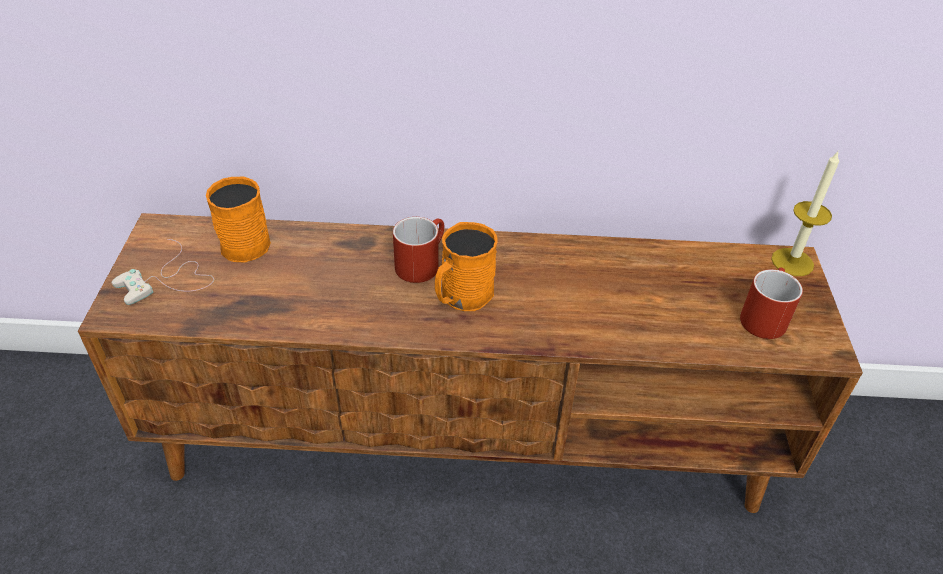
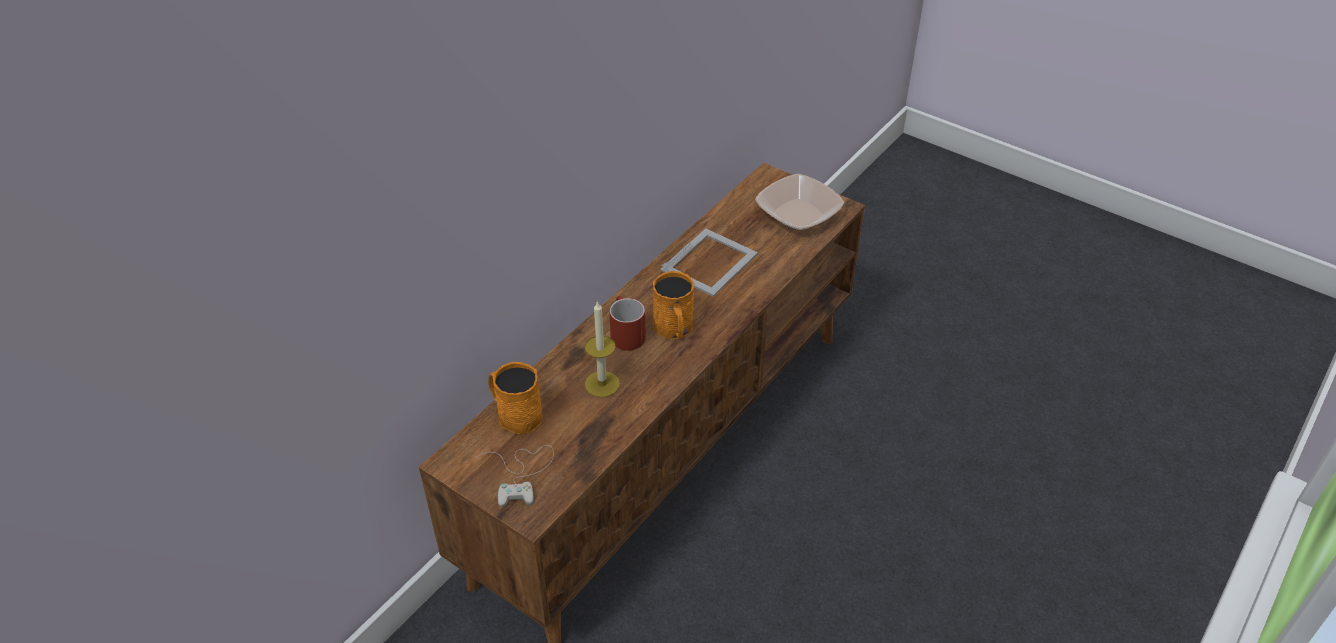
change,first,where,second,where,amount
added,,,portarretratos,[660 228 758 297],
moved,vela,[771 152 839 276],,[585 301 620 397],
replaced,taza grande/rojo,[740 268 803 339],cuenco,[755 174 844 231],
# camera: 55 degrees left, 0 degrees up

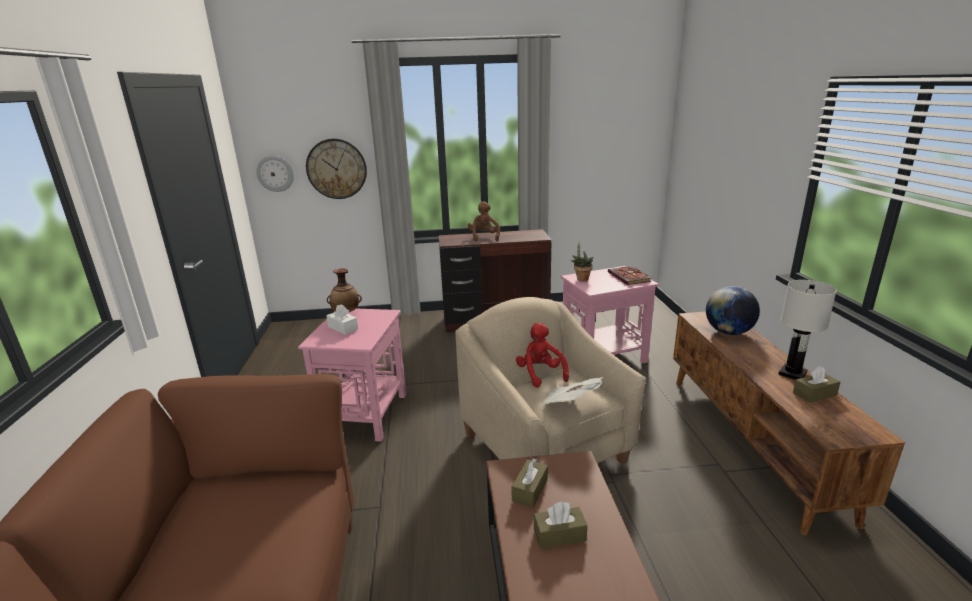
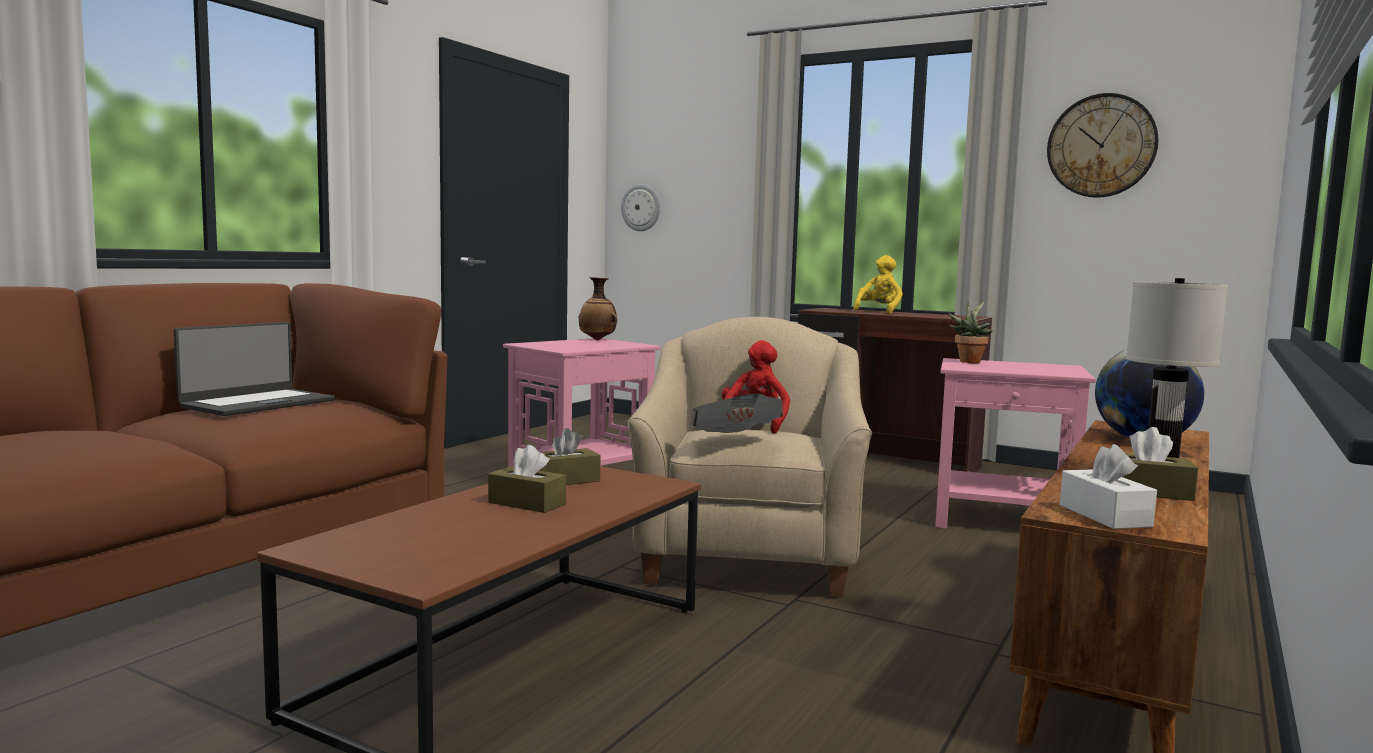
change,first,where,second,where,amount
removed,libro,[608 266 652 285],,,
added,,,portátil,[174 322 335 416],
moved,reloj de pared,[306 139 367 199],,[1047 93 1159 198],
moved,caja de pañuelos/blanco,[326 304 358 335],,[1060 444 1157 529],
recoloured,peluche/marrón,[468 201 500 241],peluche/amarillo,[853 255 903 314],
# camera: 35 degrees right, 15 degrees down

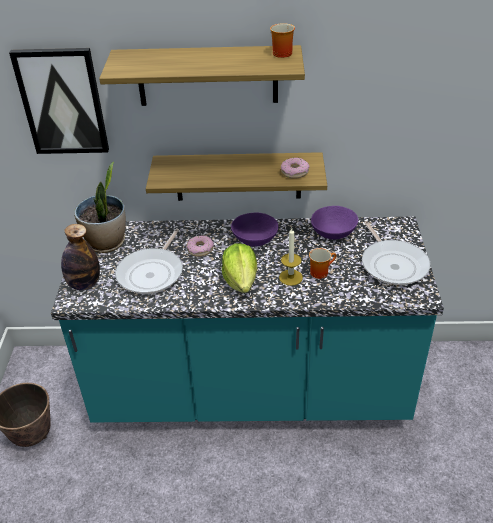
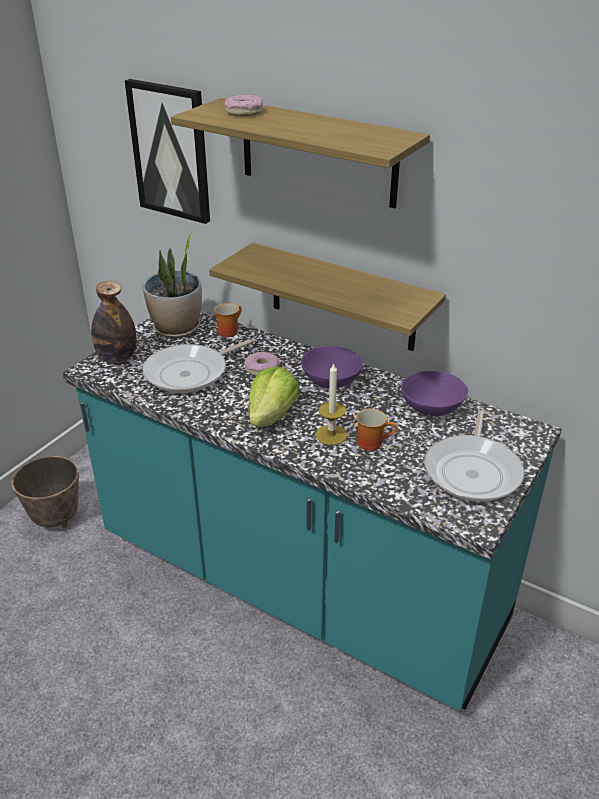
change,first,where,second,where,amount
moved,taza grande,[270 23 295 58],,[214 303 242 337],
moved,rosquilla,[281 158 310 179],,[225 95 263 116],
# camera: 30 degrees right, 5 degrees down

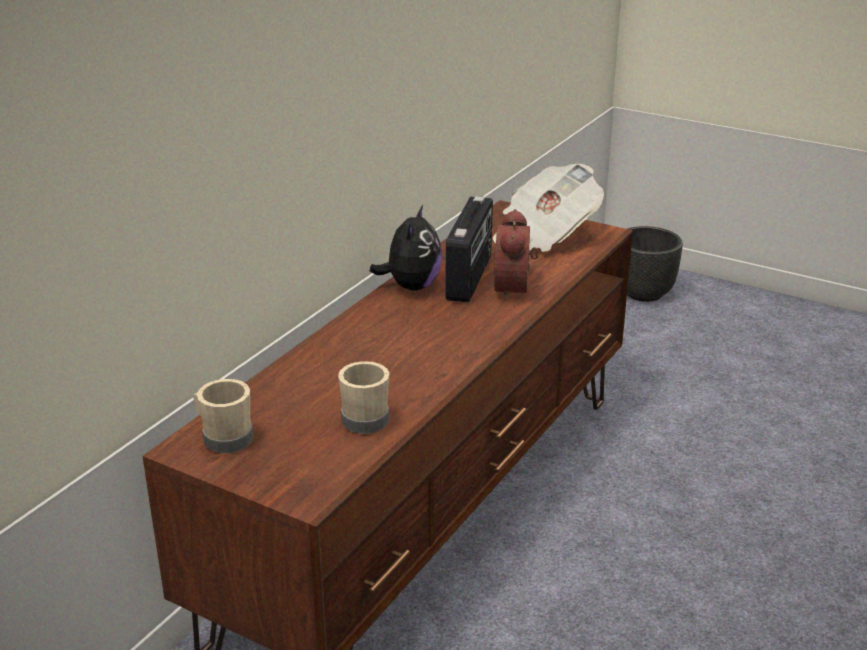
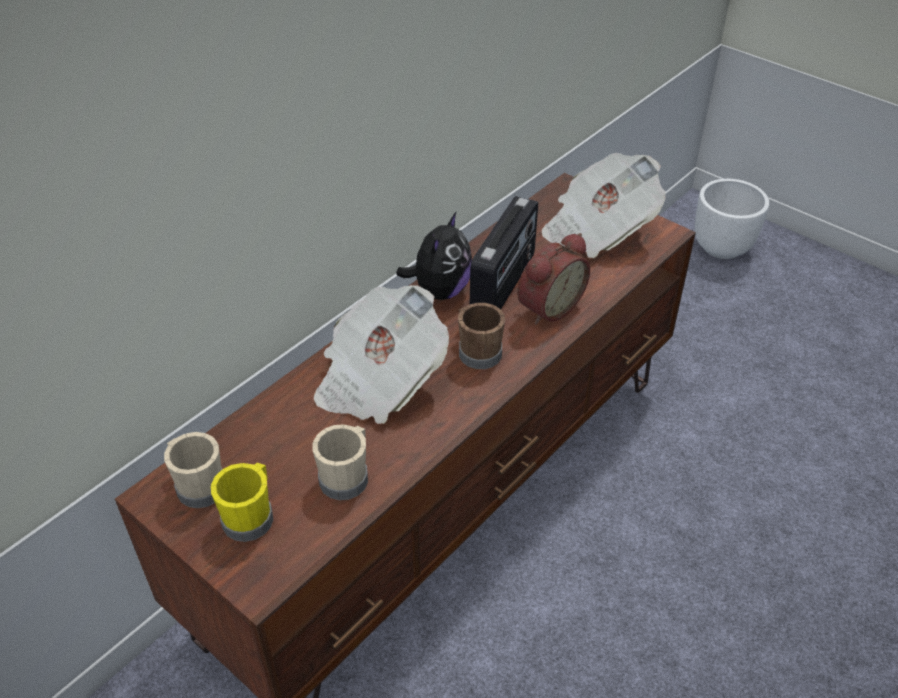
change,first,where,second,where,amount
added,,,taza grande/amarillo,[211 463 273 542],
added,,,periódico,[313 285 449 424],
added,,,taza grande/marrón,[458 303 505 369],
recoloured,maceta/negro,[627 226 683 302],maceta/blanco,[695 179 769 259],
turned,despertador,[494 209 539 301],,[517 233 590 325],150 degrees counterclockwise
# camera: 10 degrees right, 15 degrees up

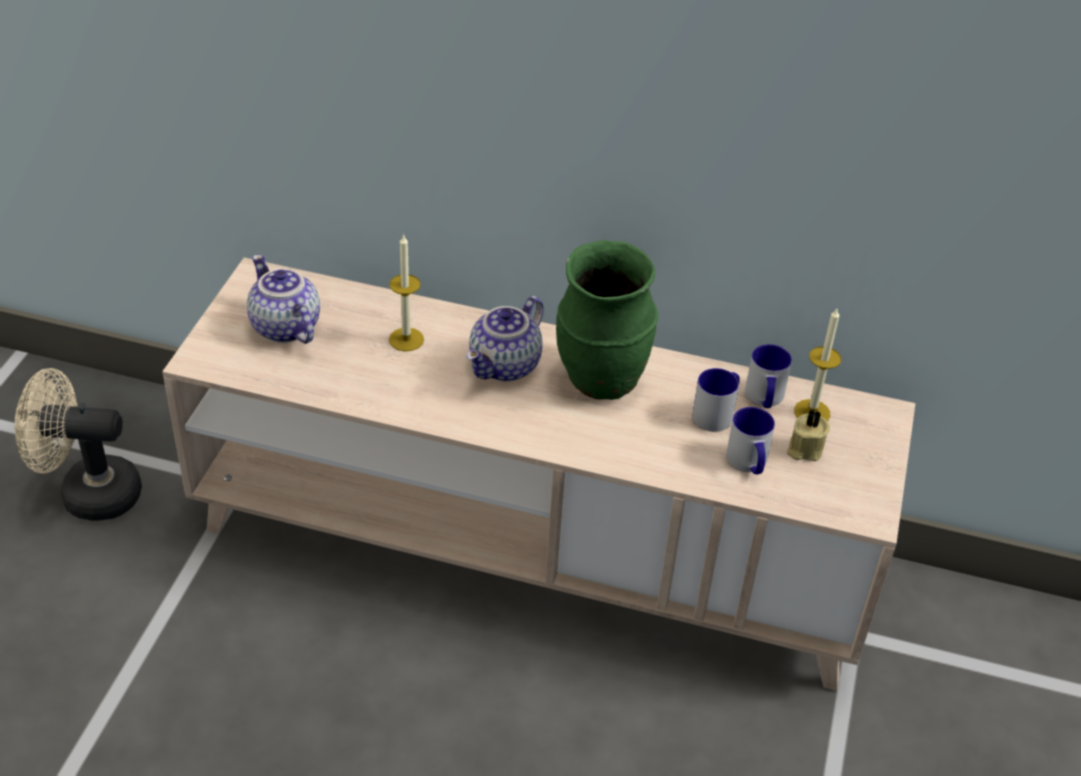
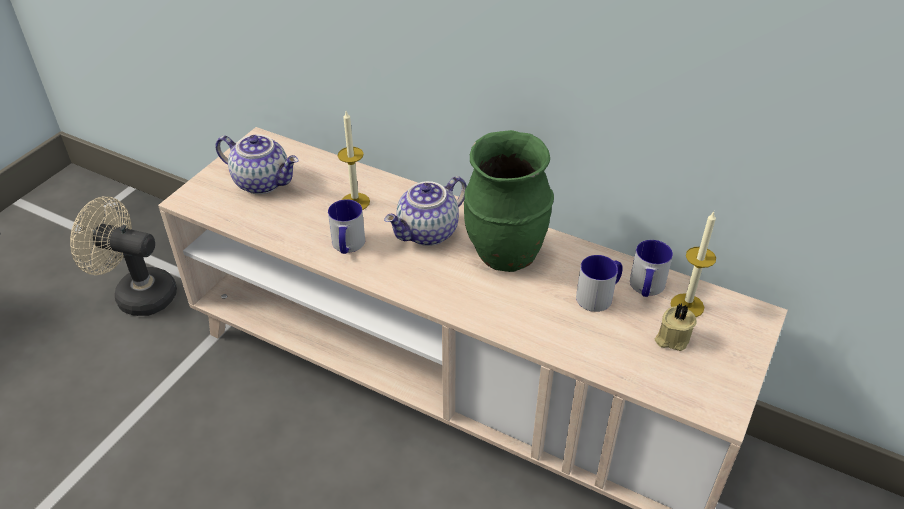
change,first,where,second,where,amount
moved,taza grande,[726 407 775 474],,[328 199 365 254],
turned,tetera,[247 254 320 344],,[215 134 299 194],135 degrees clockwise
# camera: 15 degrees right, 0 degrees up

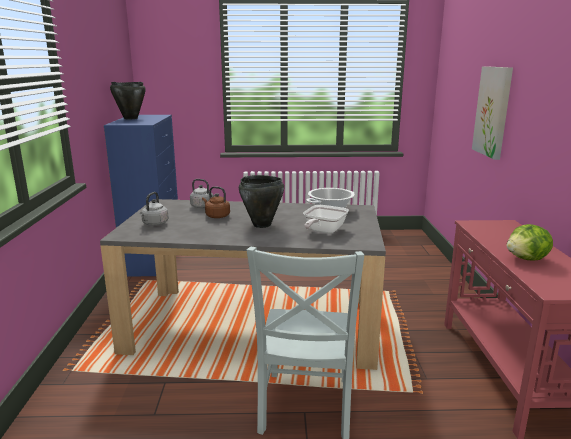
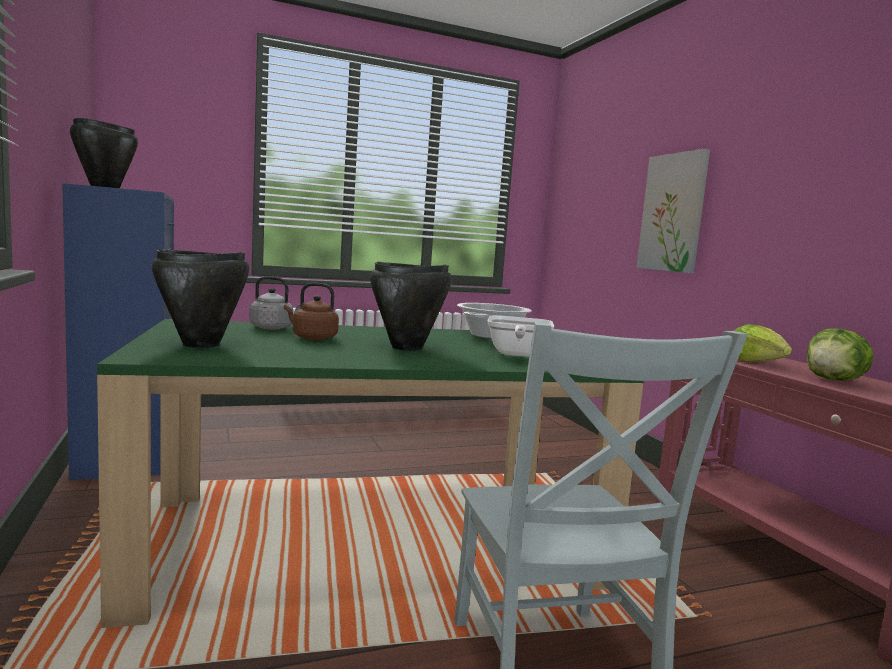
change,first,where,second,where,amount
added,,,lechuga,[734 324 792 362],
replaced,hervidor/gris,[140 192 169 226],olla/negro,[152 249 250 348],
recoloured,mesa de comedor/gris,[100 199 386 370],mesa de comedor/verde,[97 319 644 628],
# camera: 20 degrees left, 10 degrees down

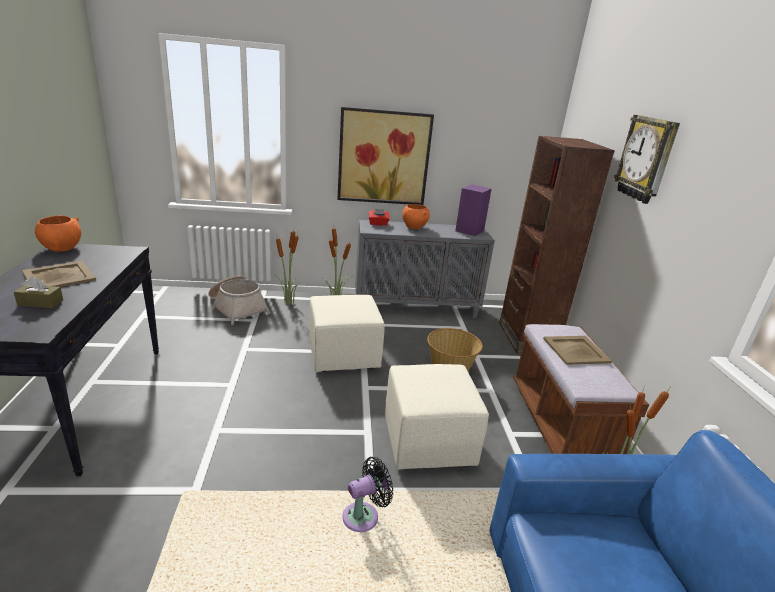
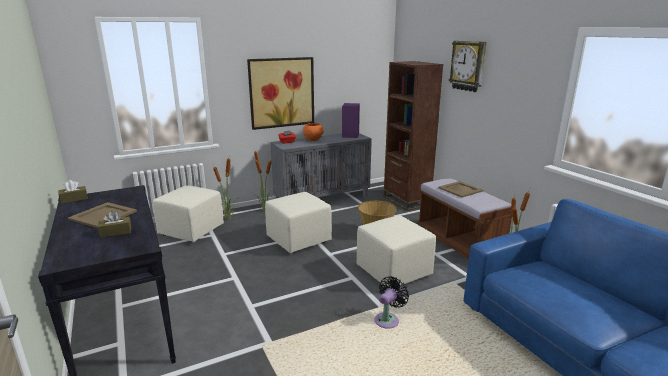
change,first,where,second,where,amount
replaced,cuenco/naranja,[35 215 81 252],caja de pañuelos/marrón,[58 180 88 204],
replaced,cesta,[208 276 270 325],puf/beis,[153 185 224 242],
# camera: 20 degrees left, 5 degrees down

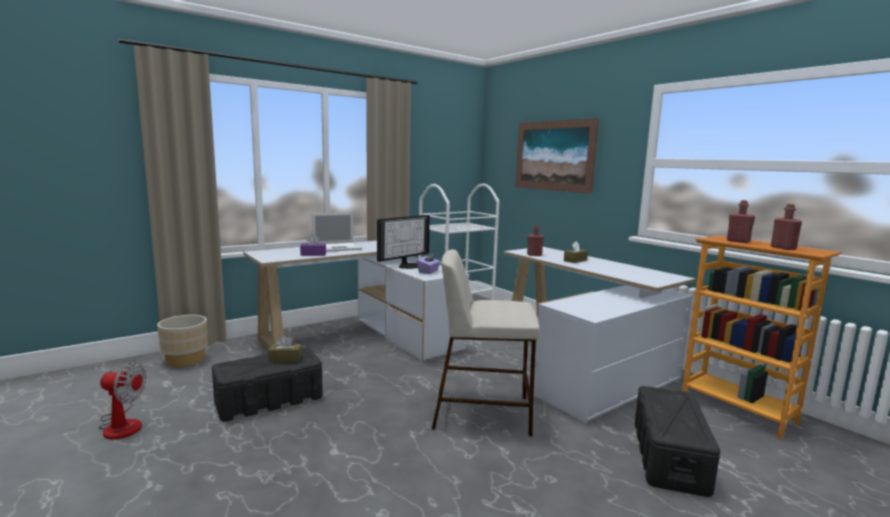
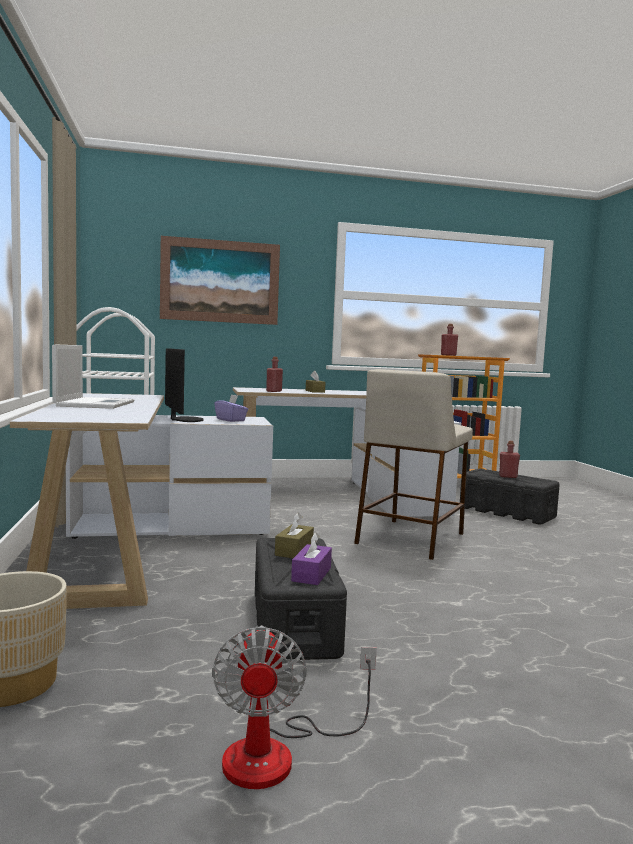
change,first,where,second,where,amount
moved,caja de pañuelos/morado,[300 235 326 256],,[291 532 332 585],
moved,botella/rojo,[771 204 802 250],,[499 441 520 478],
turned,ventilador,[98 361 146 439],,[212 625 377 789],150 degrees clockwise
# camera: 65 degrees left, 5 degrees down

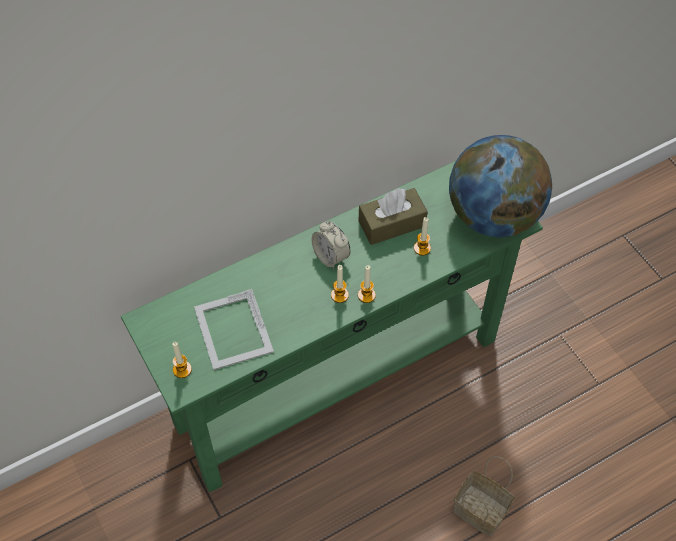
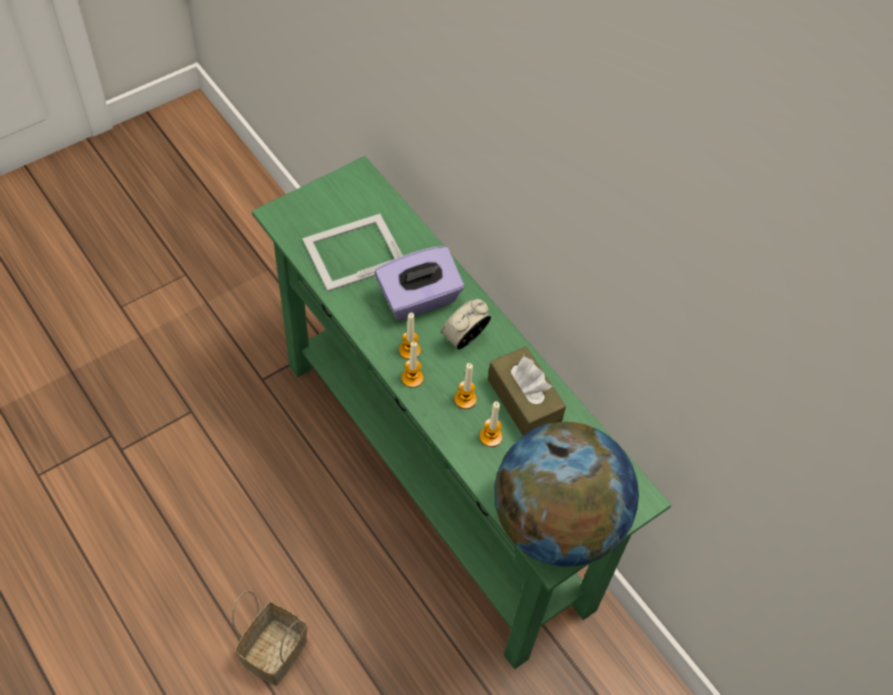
change,first,where,second,where,amount
added,,,caja de pañuelos/morado,[375 246 464 321],
moved,vela,[172 342 192 378],,[454 363 477 409],
# camera: 80 degrees right, 0 degrees up

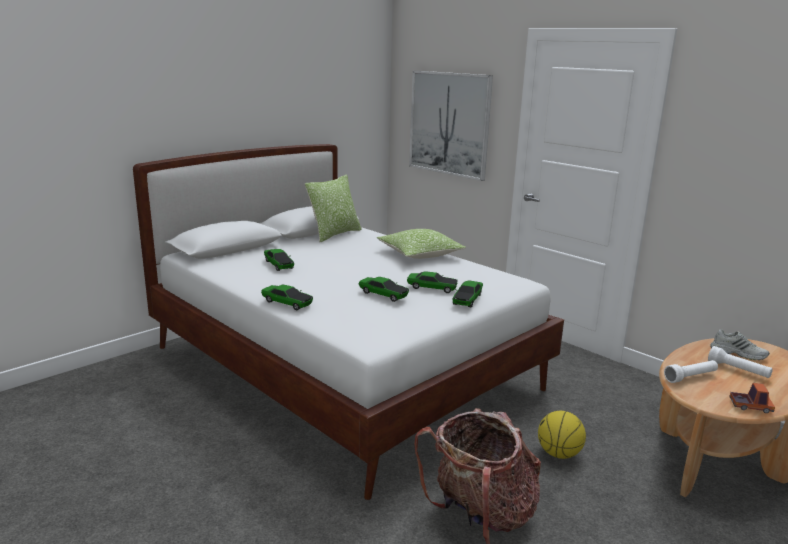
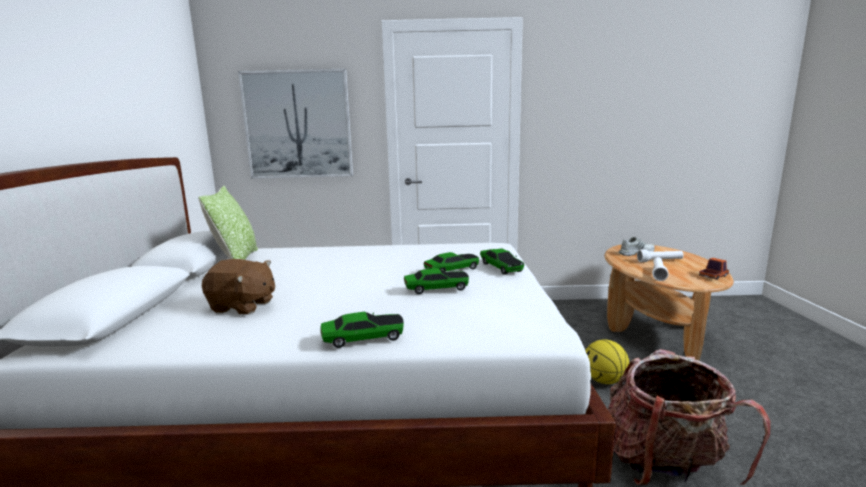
change,first,where,second,where,amount
removed,cojín,[377 229 466 259],,,
replaced,coche de juguete,[264 249 294 271],peluche/marrón,[202 259 275 315],
# camera: 45 degrees left, 5 degrees down

